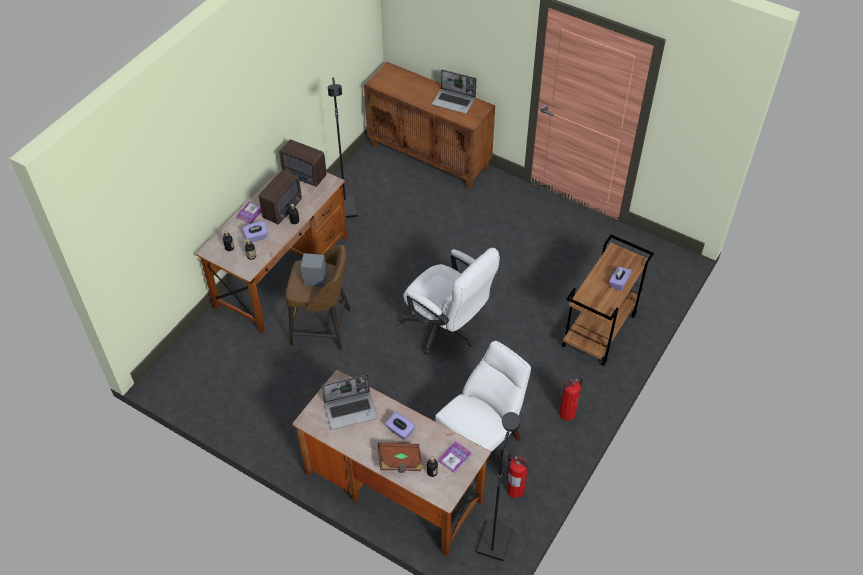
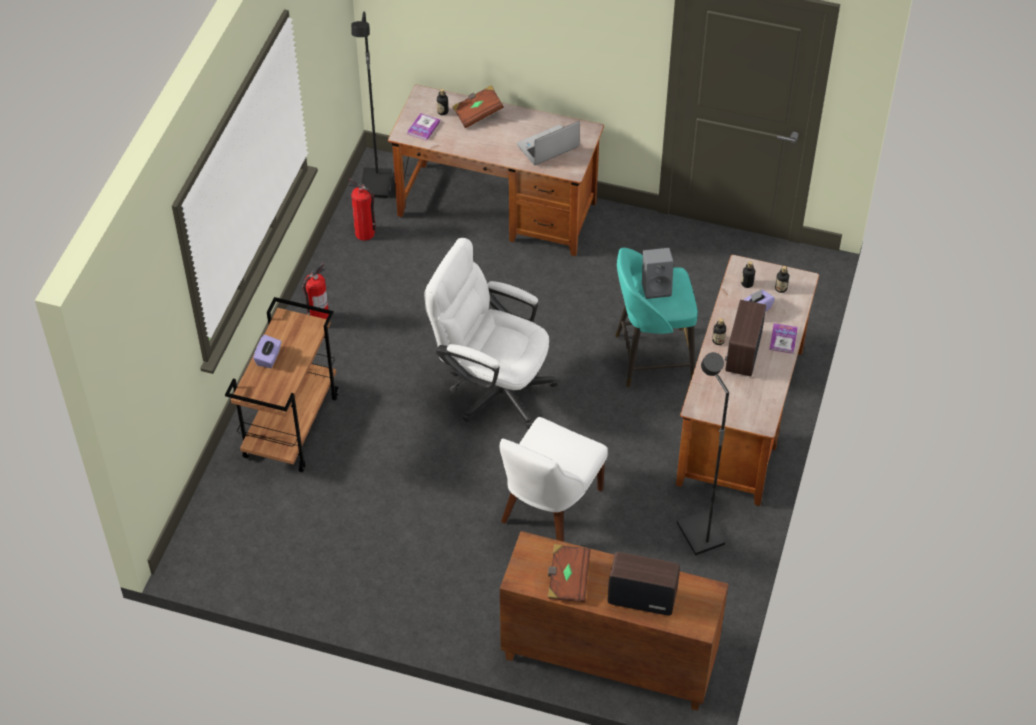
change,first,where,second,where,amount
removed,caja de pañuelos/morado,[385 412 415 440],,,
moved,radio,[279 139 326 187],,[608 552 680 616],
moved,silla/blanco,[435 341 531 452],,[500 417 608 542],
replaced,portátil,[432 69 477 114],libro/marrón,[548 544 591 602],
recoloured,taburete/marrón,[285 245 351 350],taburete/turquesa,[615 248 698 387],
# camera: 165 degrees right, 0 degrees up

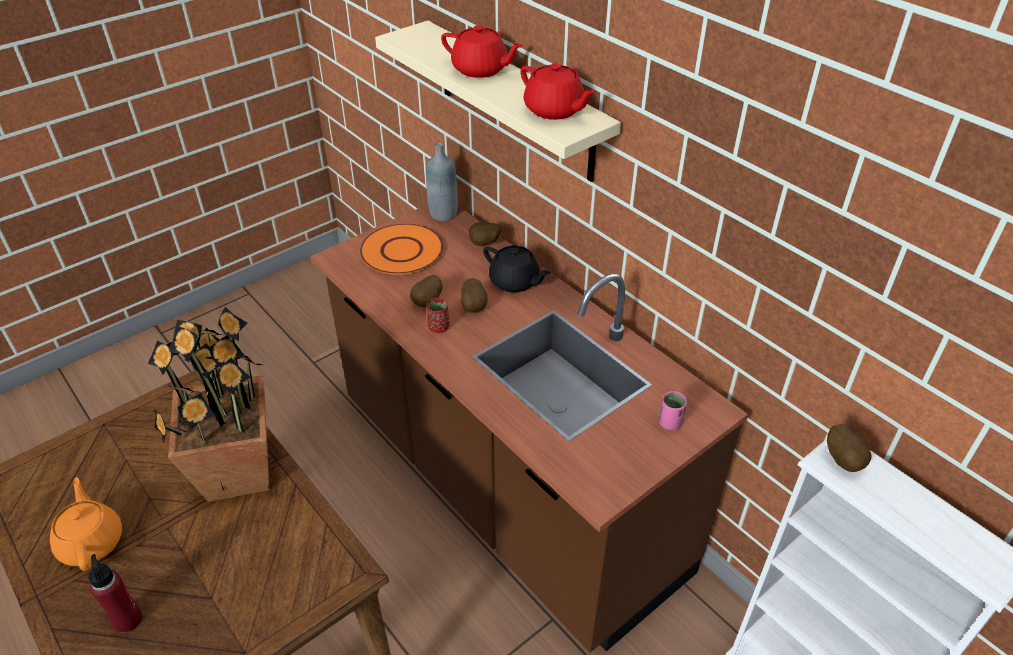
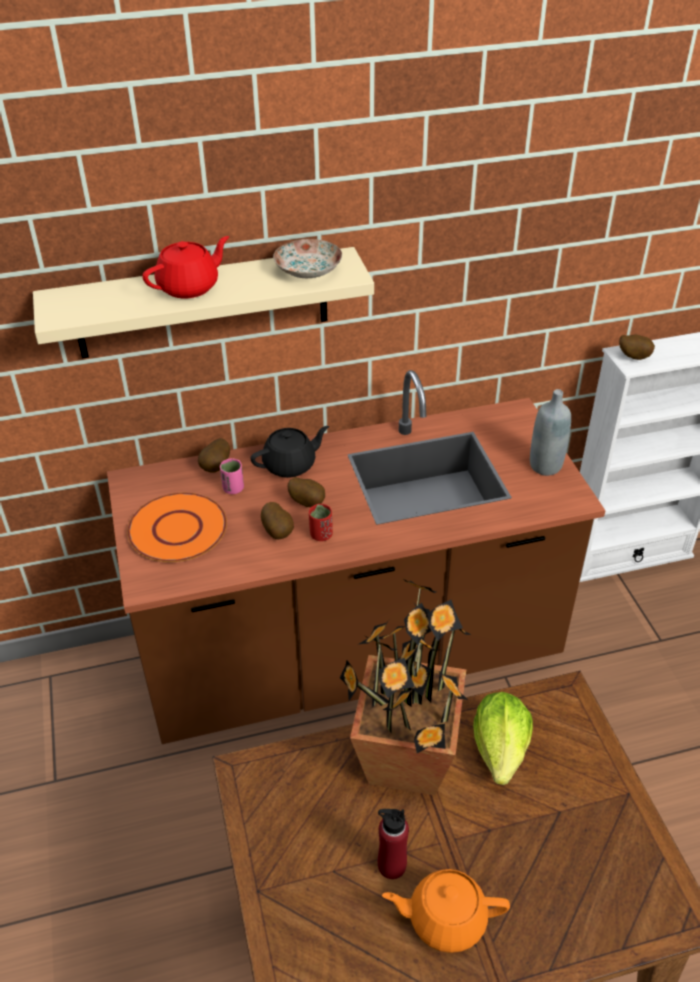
change,first,where,second,where,amount
added,,,lechuga,[473 692 533 785],
moved,botella/rojo,[88 554 142 633],,[378 809 409 879],
moved,botella/gris,[426 143 458 221],,[530 389 571 476],
moved,taza/rosa,[659 391 687 430],,[220 459 244 494],
replaced,tetera/rojo,[520 63 596 120],plato,[273 239 342 278],
# camera: 65 degrees left, 0 degrees up

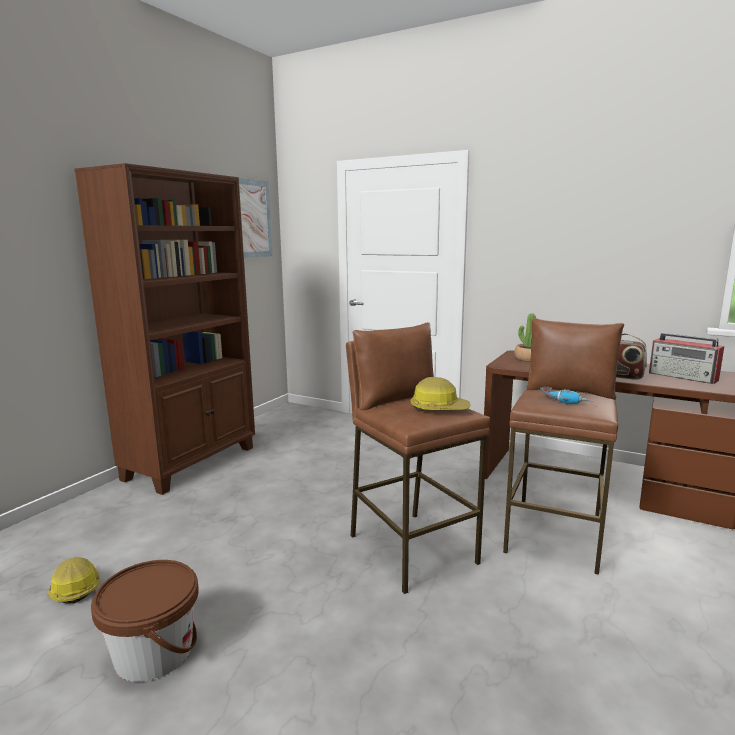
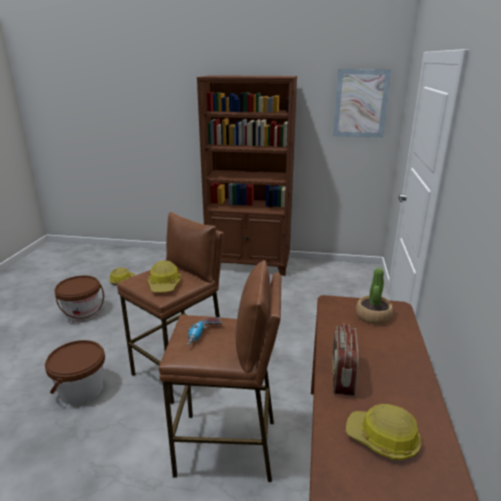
change,first,where,second,where,amount
added,,,cubo/marrón,[45 340 105 405],
replaced,radio,[649 333 724 384],casco,[346 404 421 460],
# camera: 70 degrees right, 10 degrees up

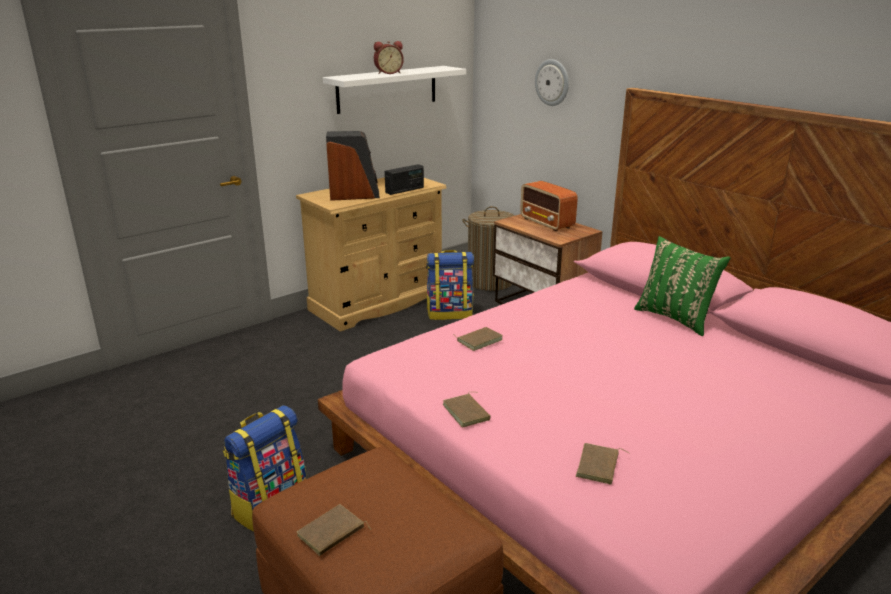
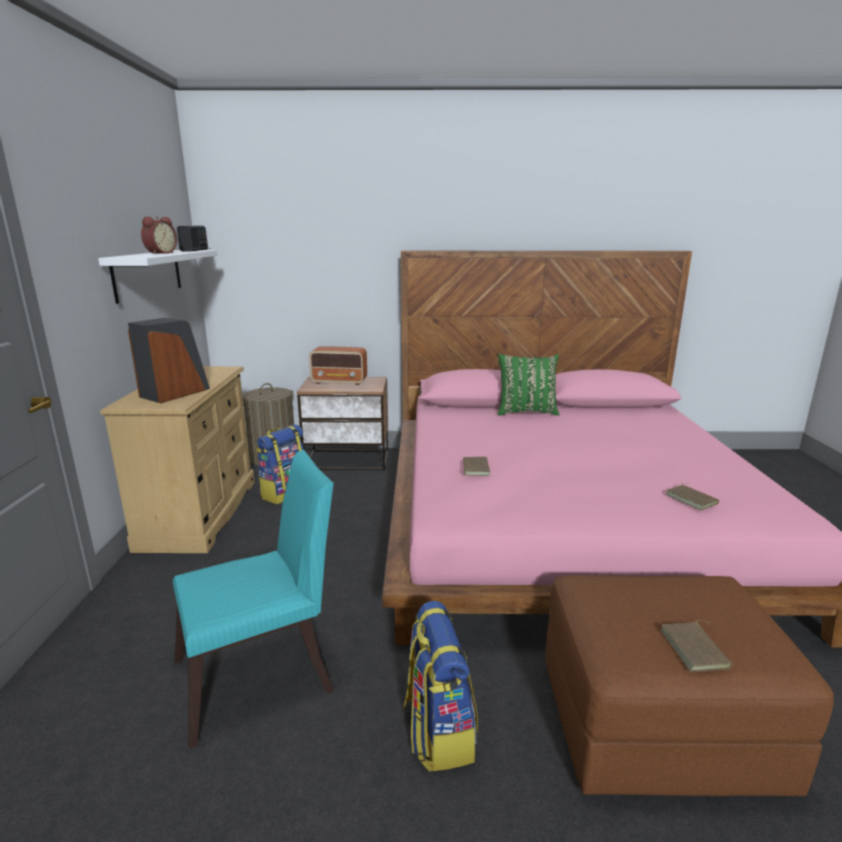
change,first,where,second,where,amount
removed,libro/marrón,[443 392 491 428],,,
removed,reloj de pared,[535 59 569 106],,,
added,,,silla/turquesa,[173 450 334 749],
moved,radio,[385 164 424 195],,[177 226 208 251],
# camera: 50 degrees left, 5 degrees down

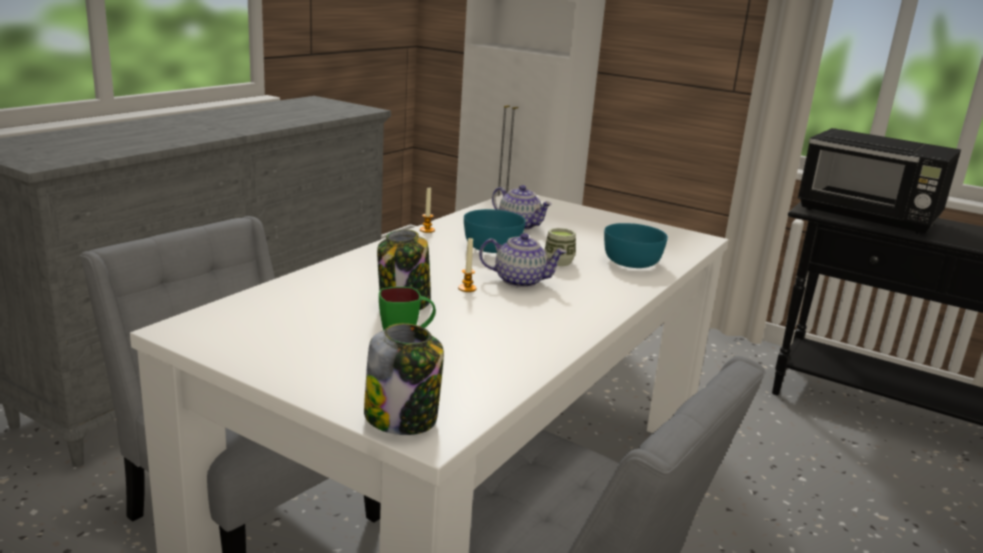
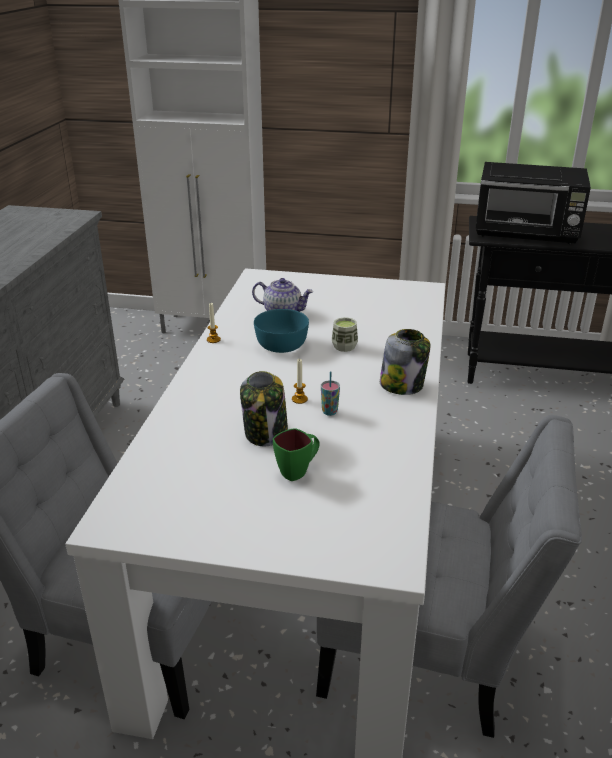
change,first,where,second,where,amount
removed,tetera,[479 233 567 288],,,
removed,cuenco/turquesa,[604 223 668 268],,,
added,,,taza,[321 371 340 416],
moved,tarro,[364 323 444 435],,[380 329 430 395],
# camera: 20 degrees left, 10 degrees up

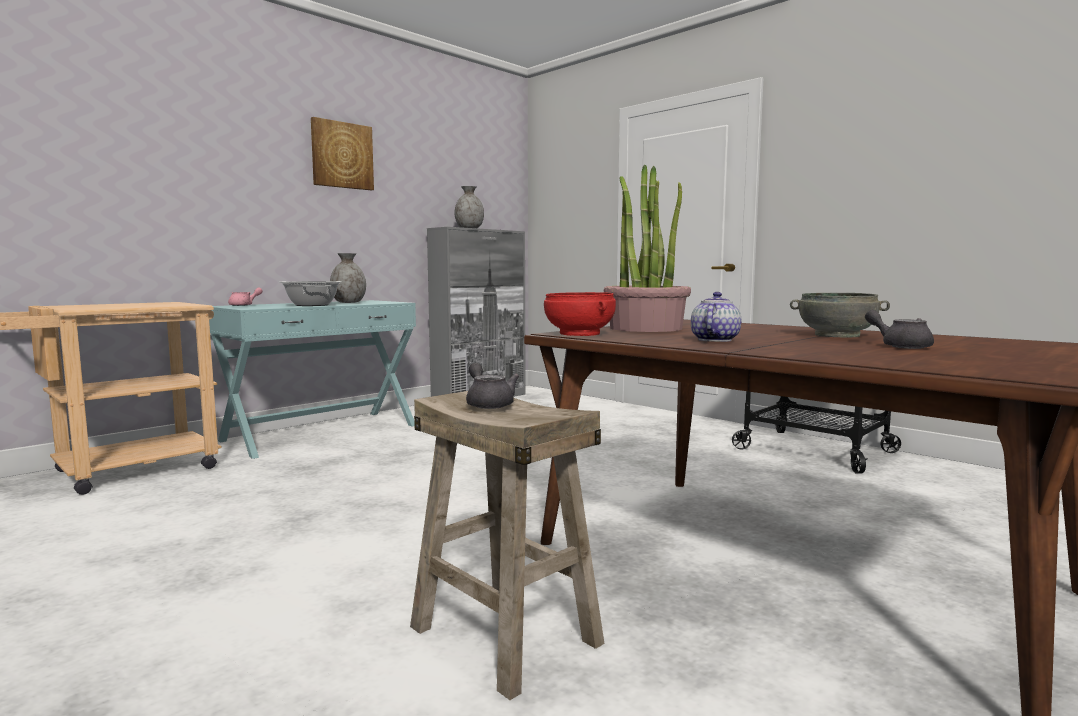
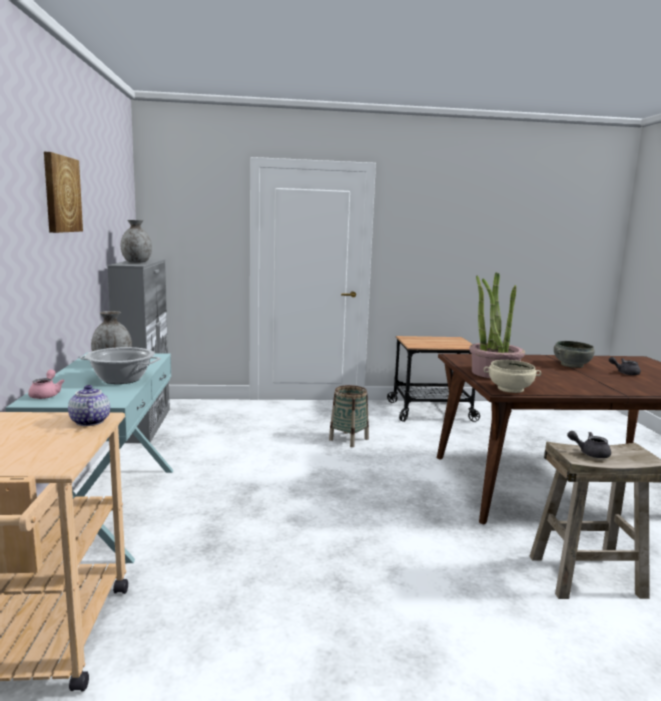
change,first,where,second,where,amount
added,,,cesta,[329 385 369 447],
moved,tetera,[691 292 741 342],,[68 385 110 426],
recoloured,cuenco/rojo,[544 292 616 336],cuenco/beis,[484 360 541 393],
# camera: 50 degrees left, 5 degrees up

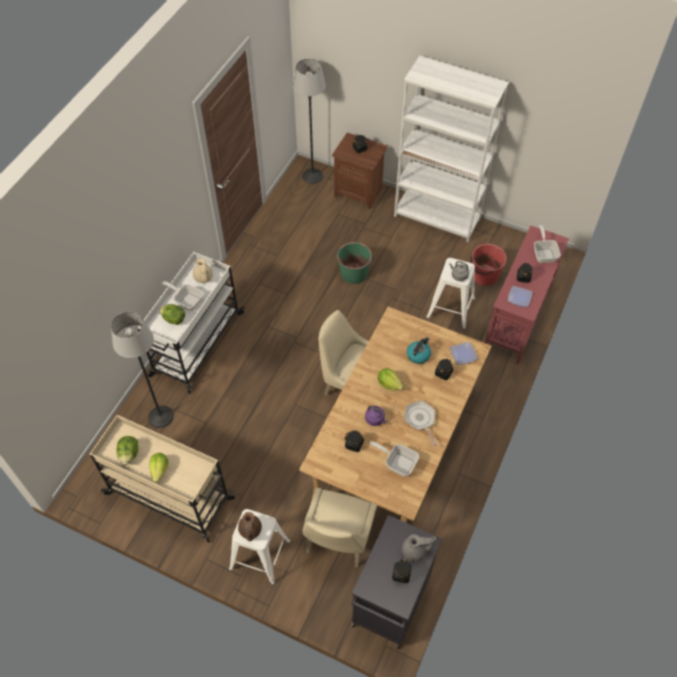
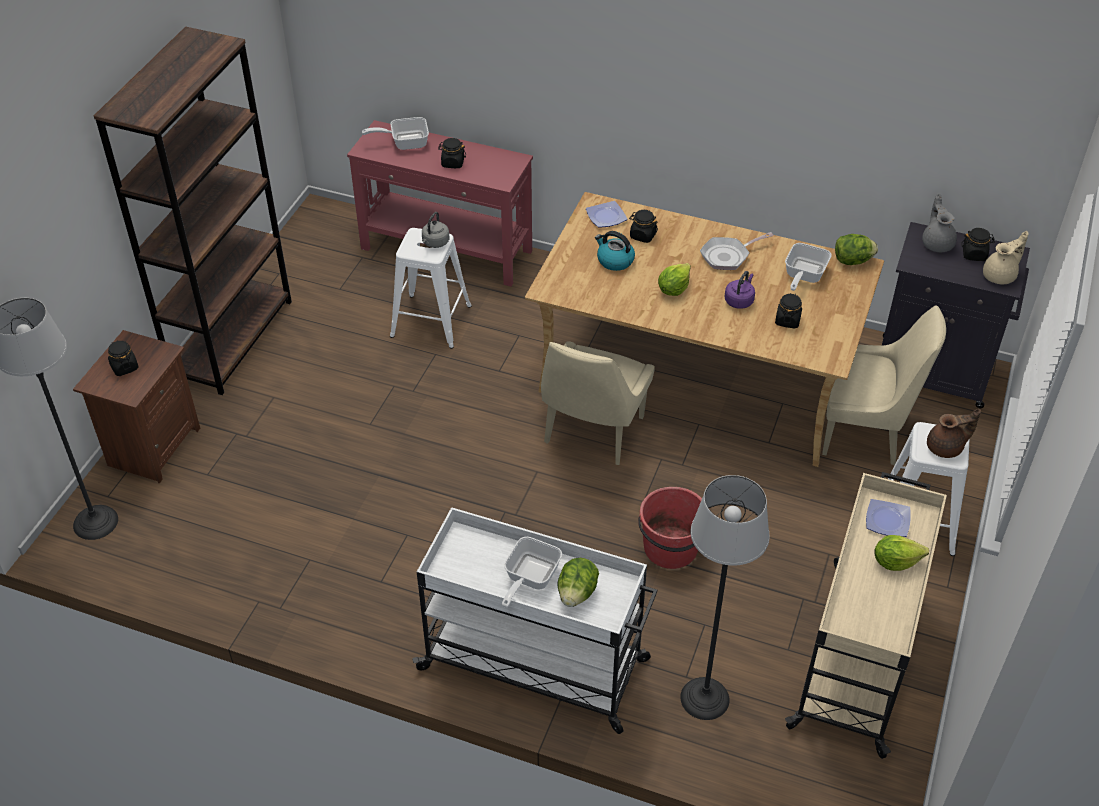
change,first,where,second,where,amount
removed,cubo/verde,[337 242 374 284],,,
moved,lechuga,[116 436 138 465],,[835 234 878 265],
moved,tetera/beis,[193 258 213 283],,[983 231 1028 284],
moved,cubo/rojo,[470 244 507 286],,[638 487 702 569],
moved,plato,[508 286 532 307],,[866 499 911 537],
recoloured,estantería/blanco,[394 56 509 242],estantería/marrón,[94 26 292 395],
# camera: 95 degrees left, 10 degrees down

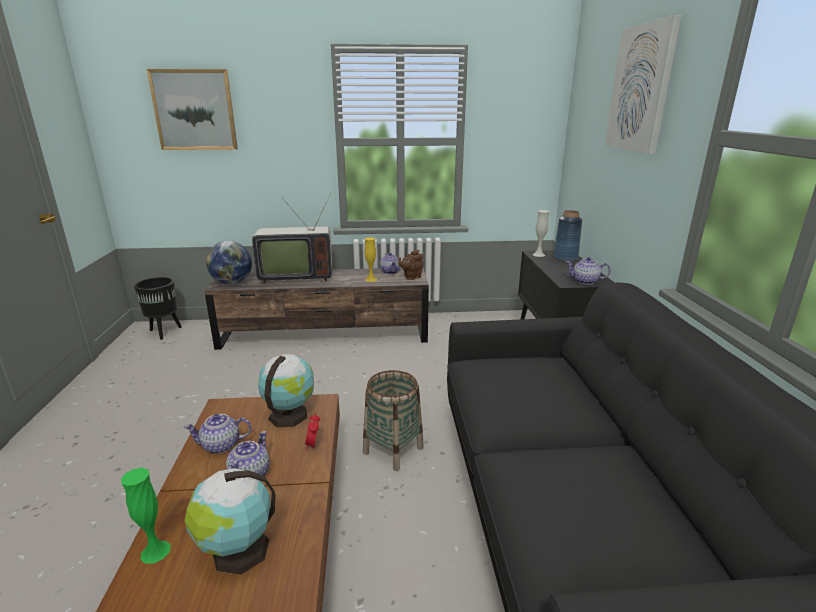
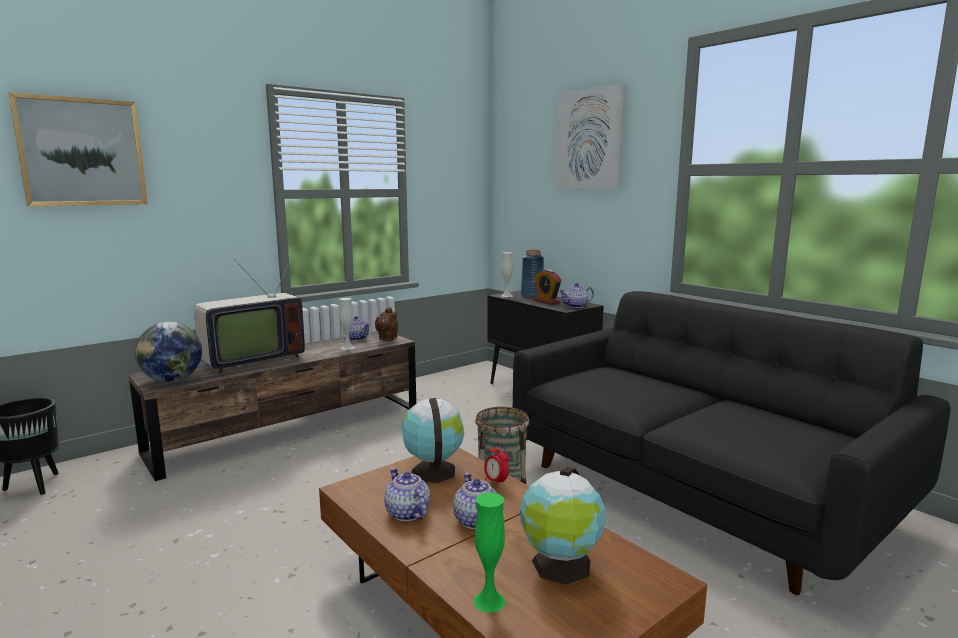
change,first,where,second,where,amount
added,,,despertador,[534 269 562 305],
recoloured,florero/amarillo,[365 237 377 282],florero/blanco,[339 298 355 350],
turned,tetera,[184 414 252 454],,[384 468 430 521],105 degrees clockwise
# camera: 35 degrees left, 10 degrees down

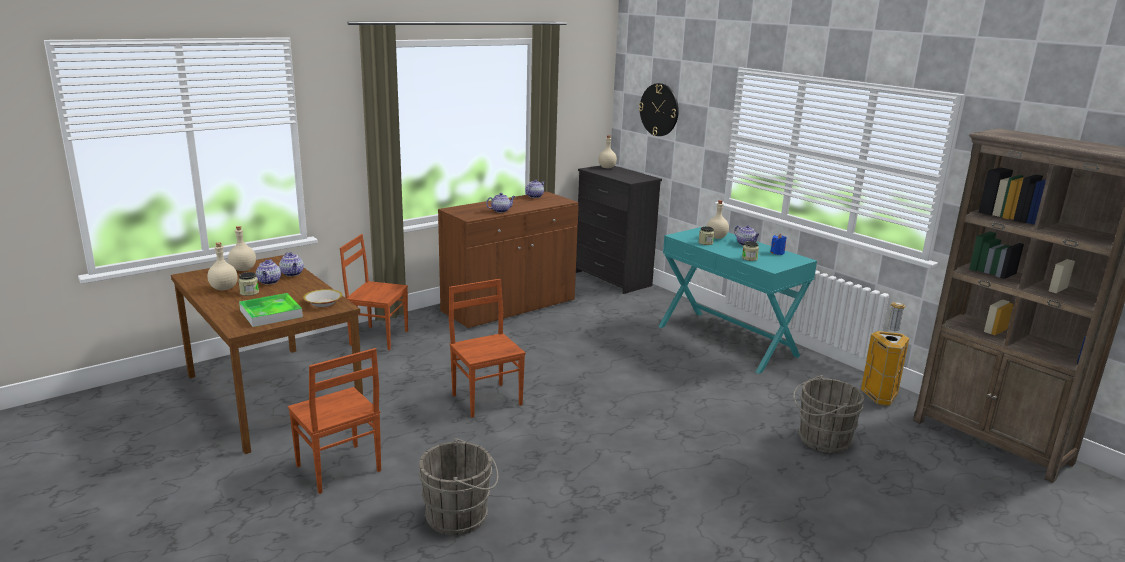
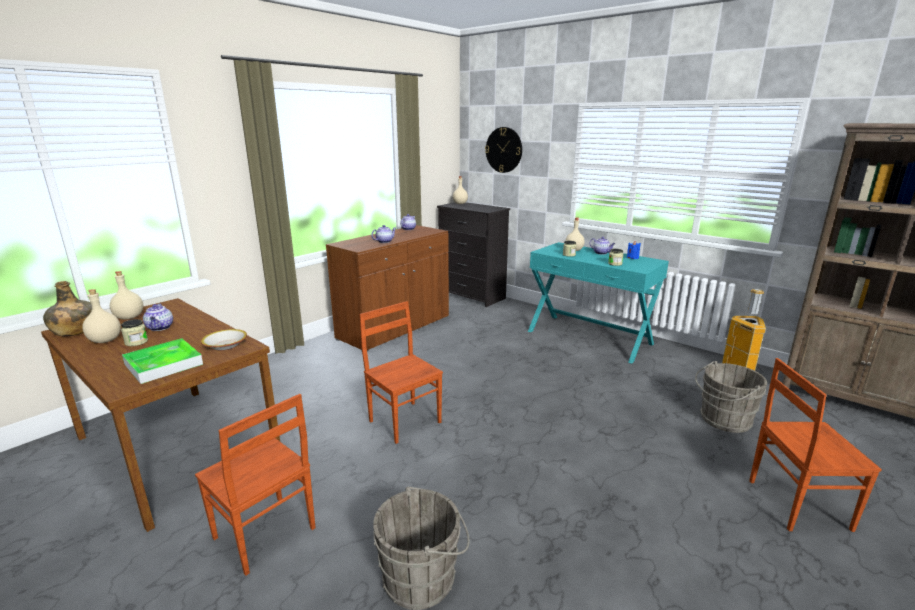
change,first,where,second,where,amount
removed,tetera,[279 252 304 276],,,
added,,,botella/verde,[43 281 92 336],
moved,silla/marrón,[340 234 408 350],,[749 358 882 532],
# camera: 10 degrees left, 0 degrees up

